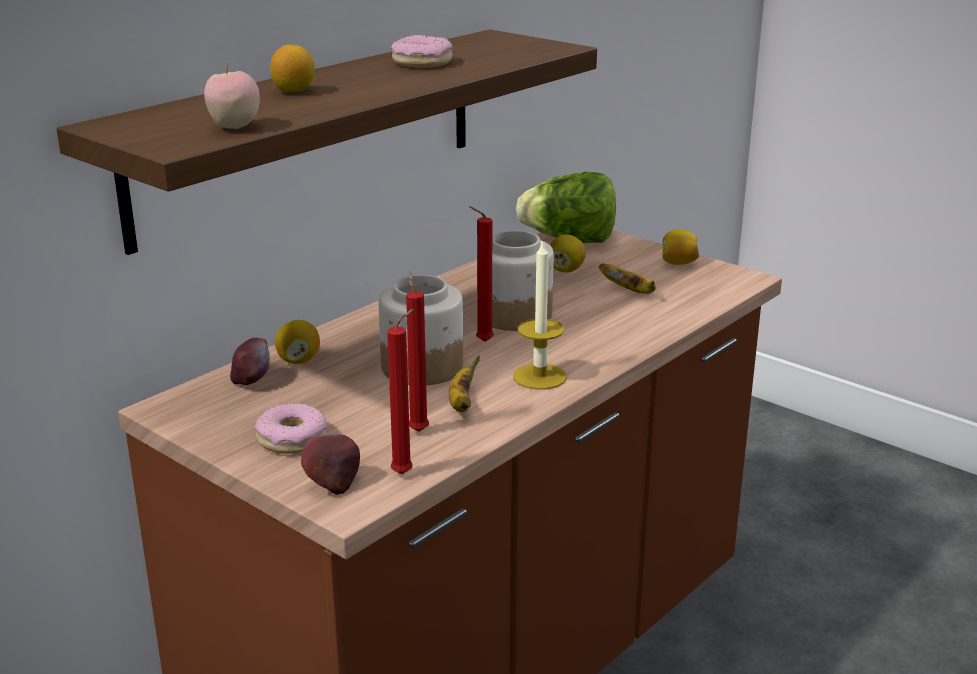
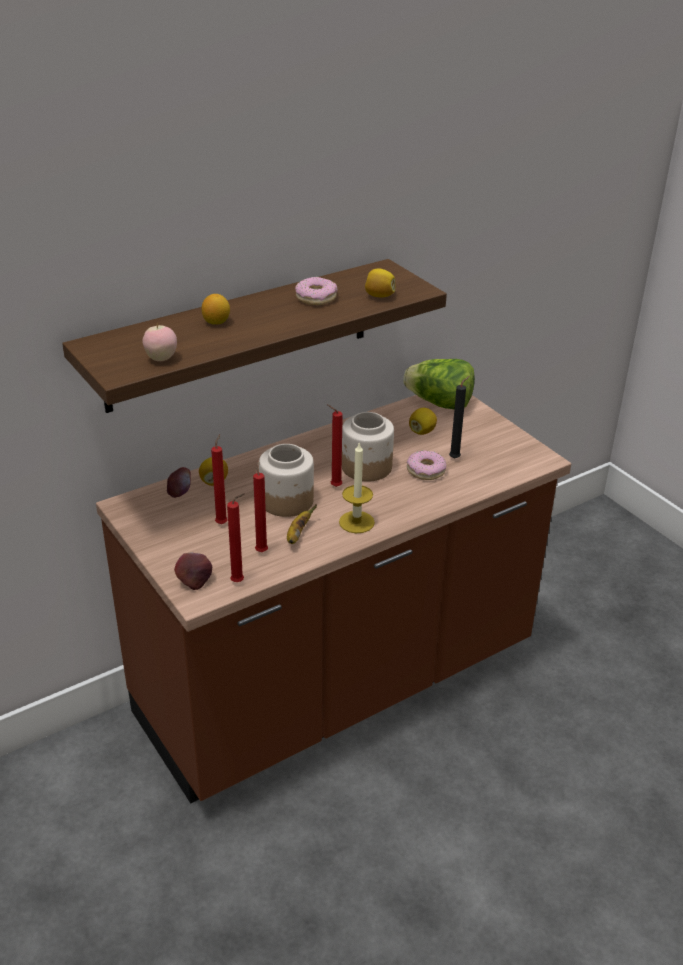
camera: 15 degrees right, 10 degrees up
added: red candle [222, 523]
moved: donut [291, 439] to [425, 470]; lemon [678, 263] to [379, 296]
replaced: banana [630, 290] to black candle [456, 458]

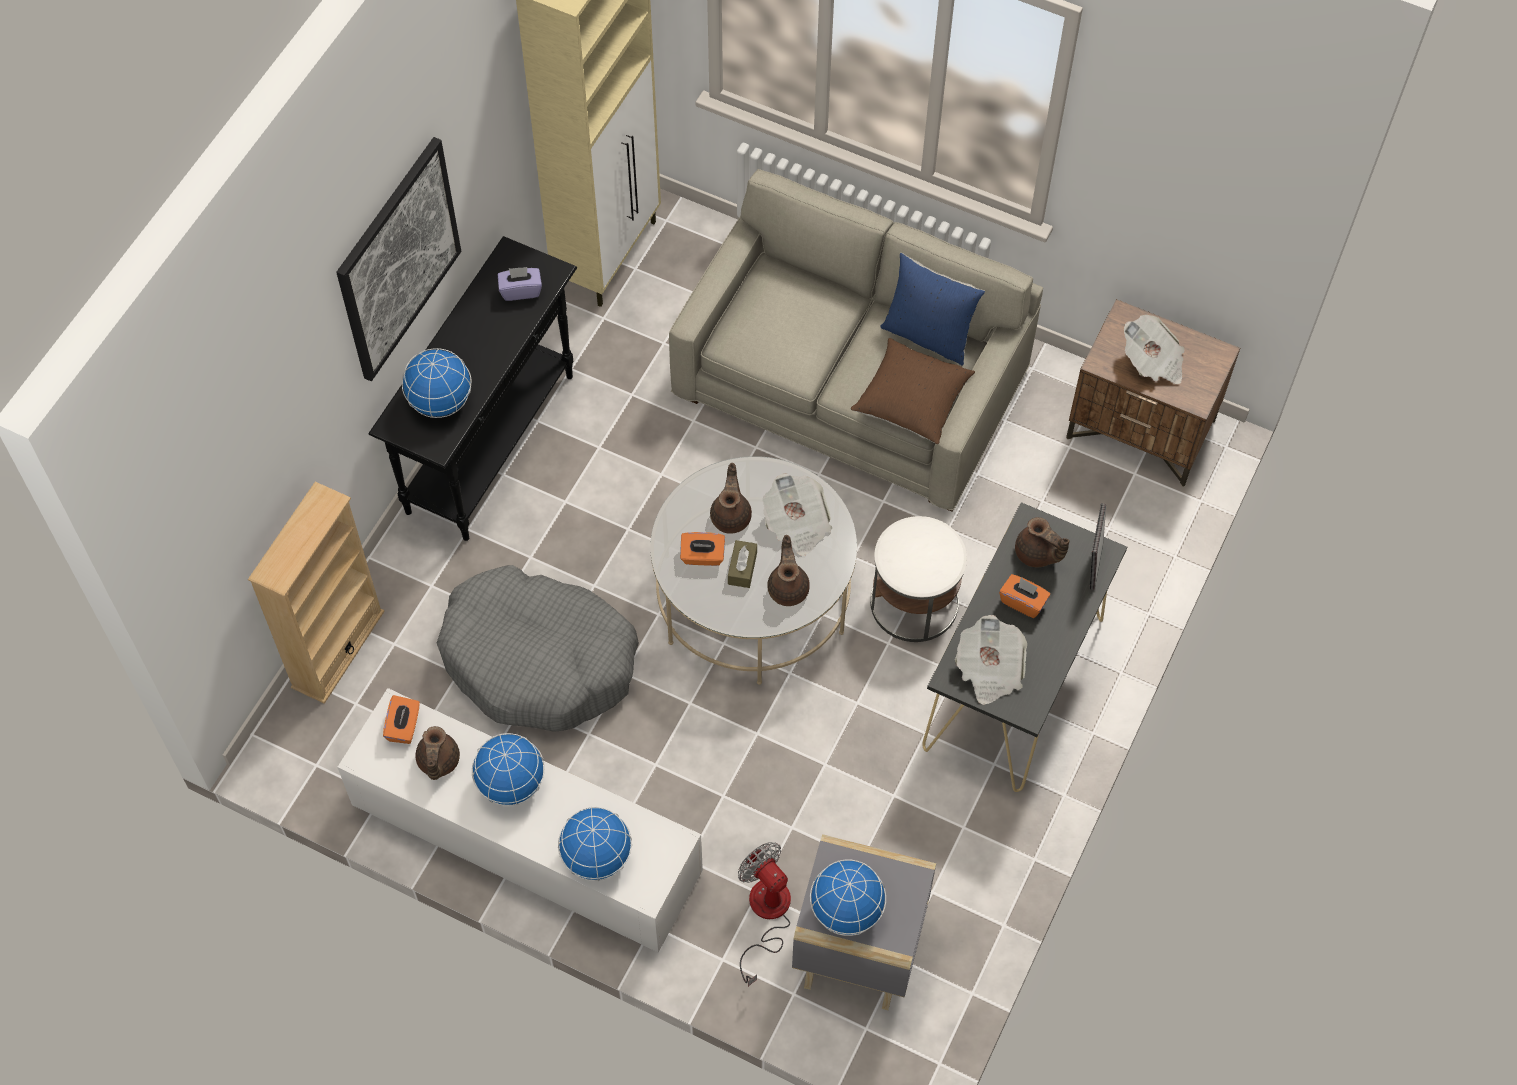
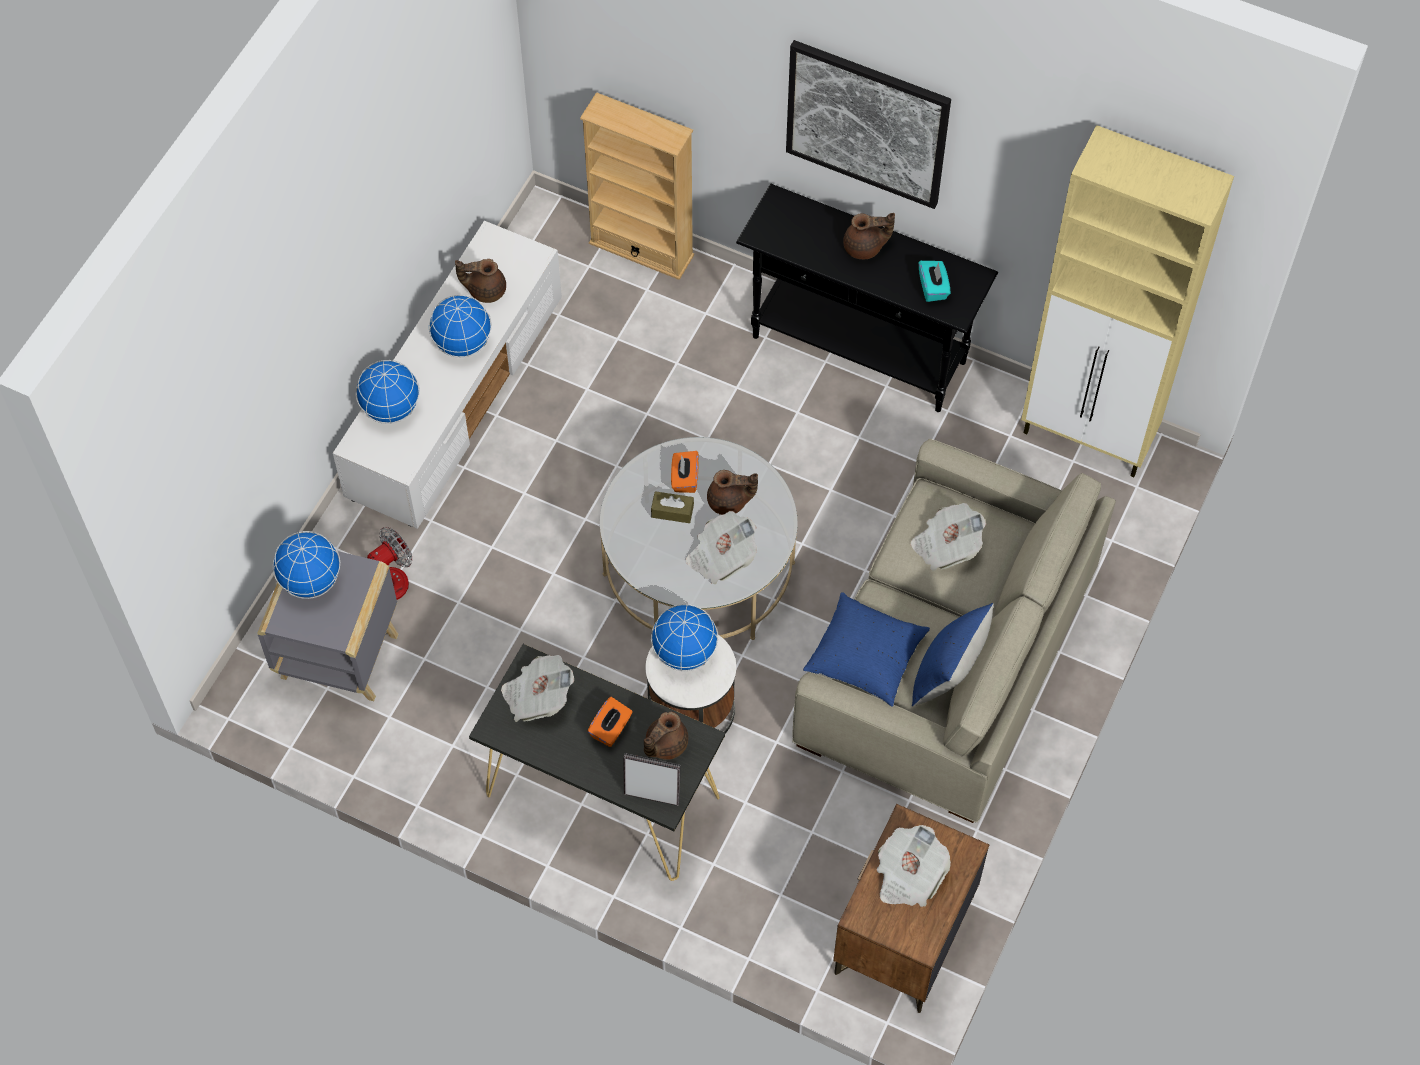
camera: 90 degrees right, 0 degrees up
removed: orange tissue box [404, 727]; grey dog bed [539, 660]
added: newspaper [946, 546]
moved: globe [440, 401] to [685, 652]; brown teapot [788, 588] to [865, 247]
recoloured: purple tissue box [521, 290] to turquoise tissue box [933, 288]; brown pillow [911, 402] to blue pillow [865, 658]

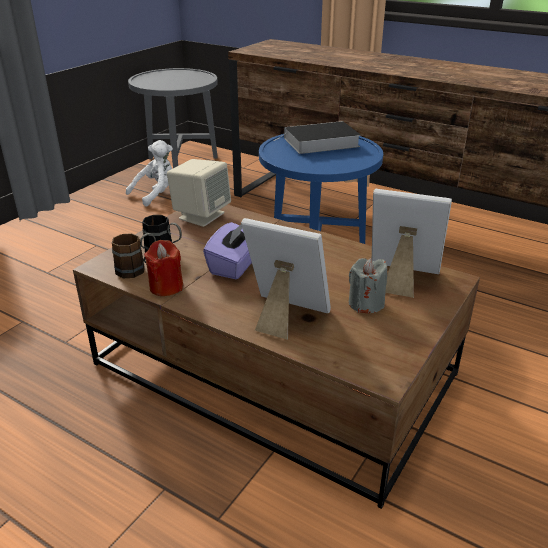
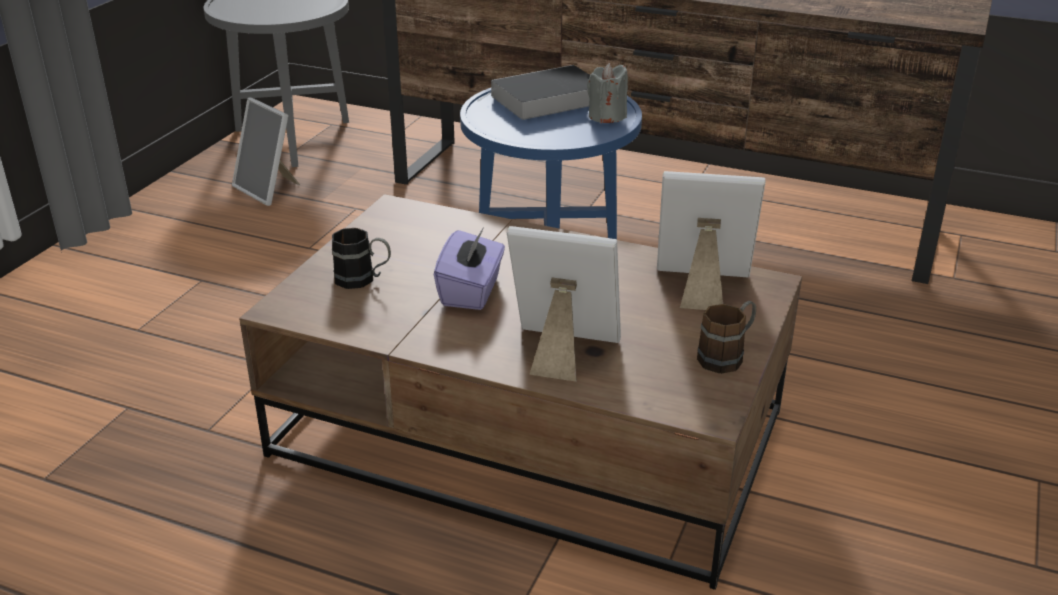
camera: 10 degrees left, 0 degrees up
removed: red candle [166, 287]; beige speaker [201, 215]
moved: brown mug [137, 269] to [727, 356]; grey candle [366, 304] to [607, 116]
replaced: white plush toy [156, 194] to picture frame [269, 190]

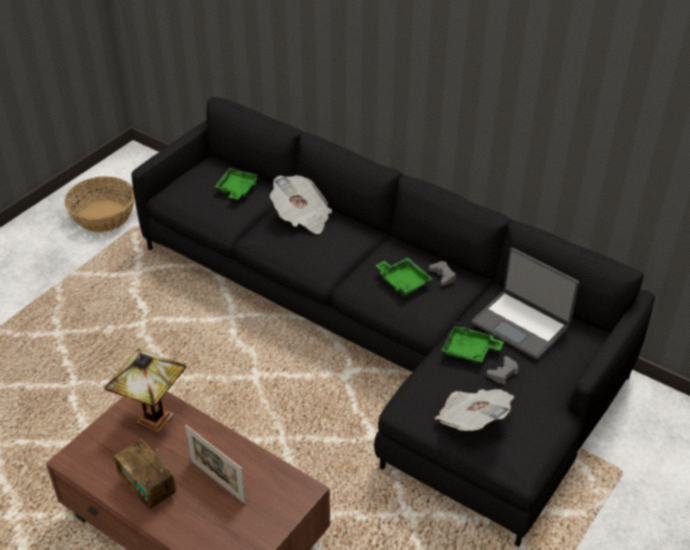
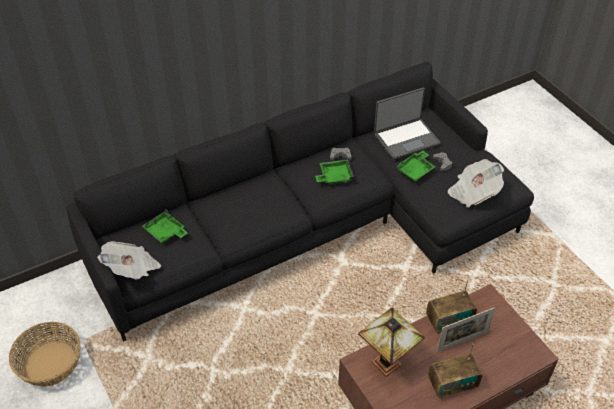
camera: 65 degrees left, 5 degrees up
added: radio [448, 321]
moved: newspaper [302, 217] to [132, 269]

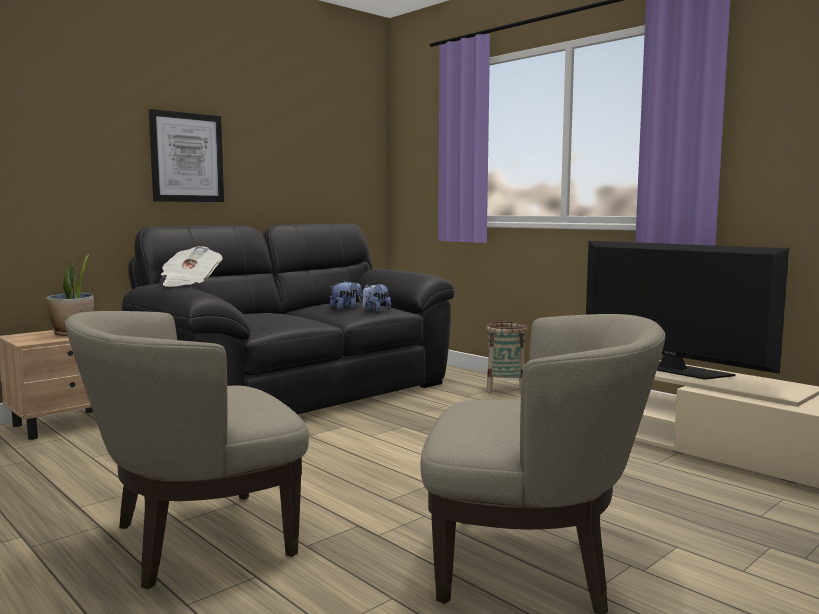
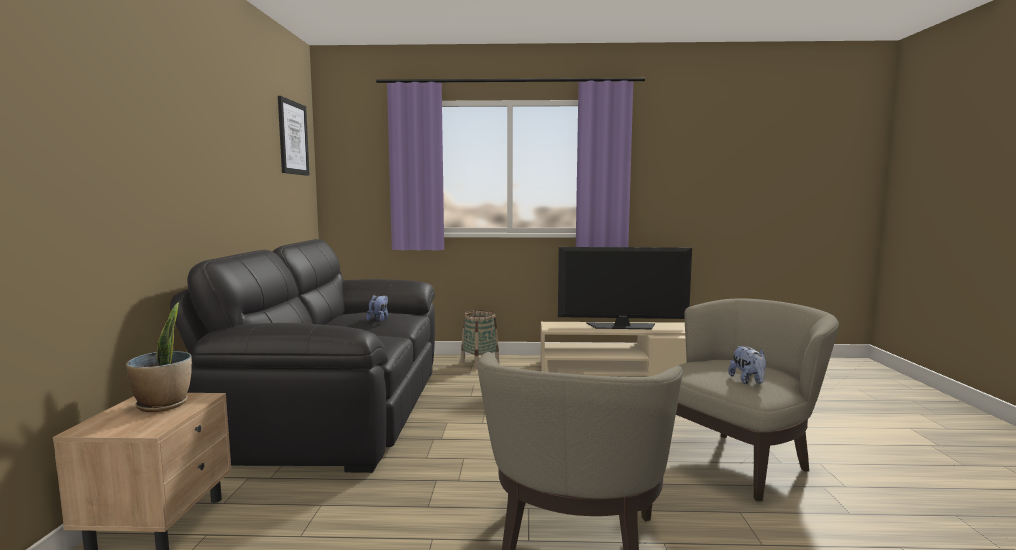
camera: 45 degrees left, 0 degrees up
removed: newspaper [189, 283]
moved: picture [187, 157] to [293, 138]; plush toy [375, 310] to [748, 381]

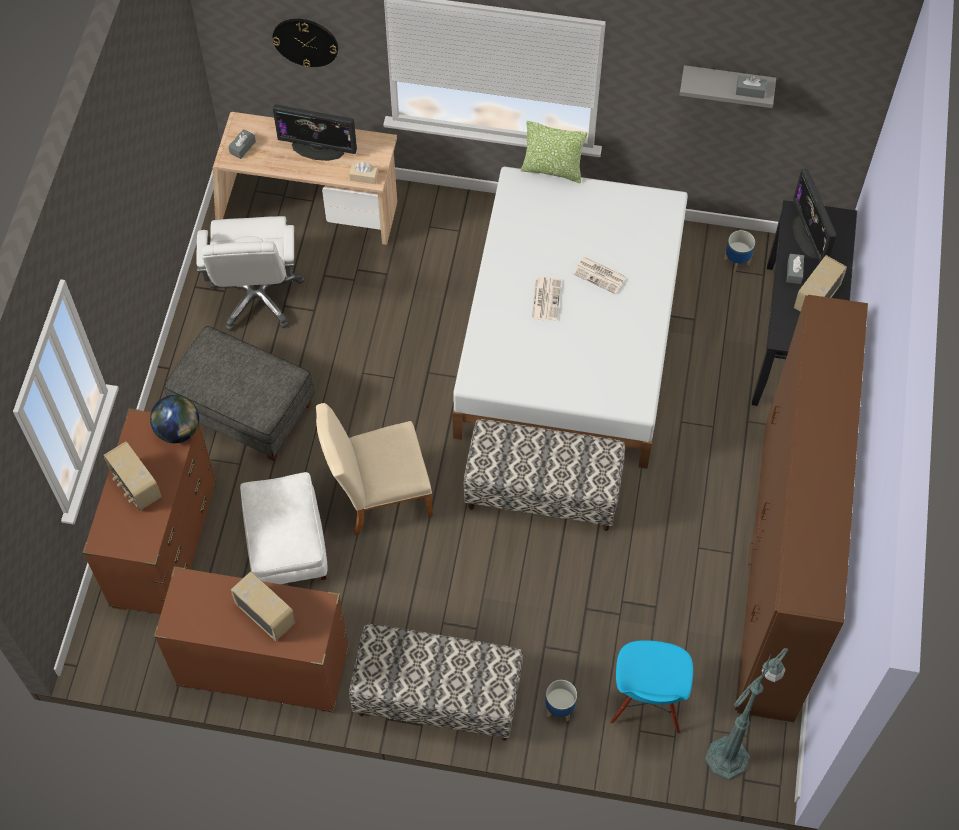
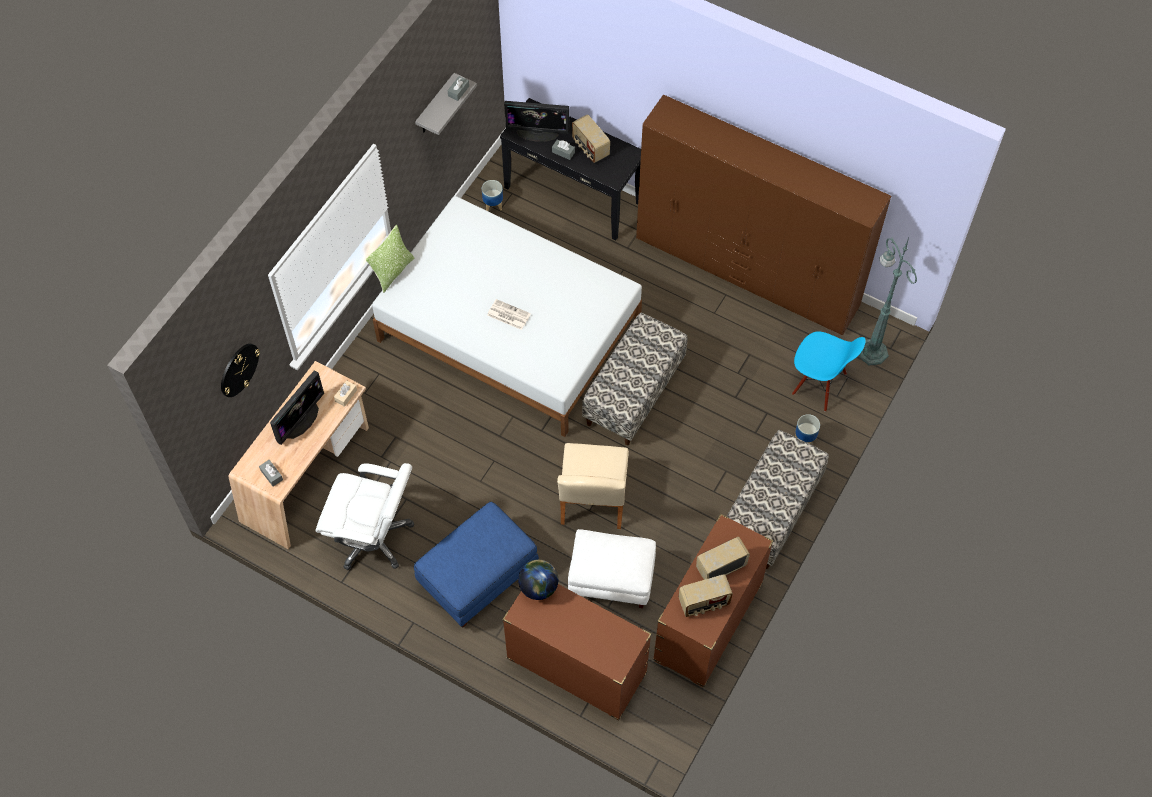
camera: 70 degrees left, 0 degrees up
removed: newspaper [600, 275]
moved: radio [136, 486] to [704, 603]
recoloured: grey ottoman [245, 409] to blue ottoman [477, 575]

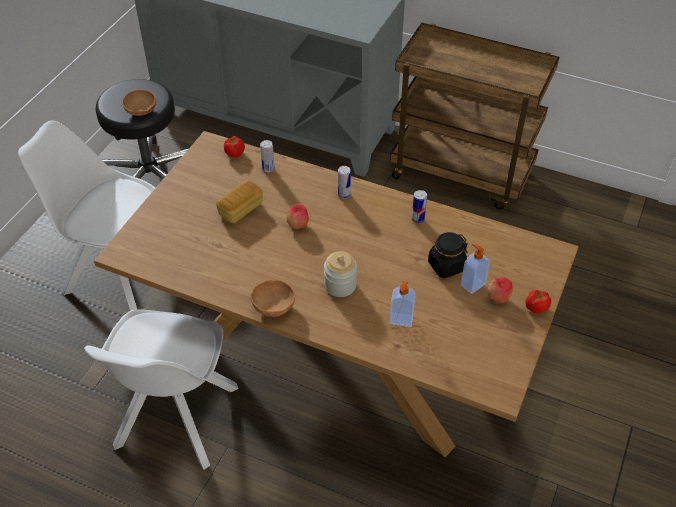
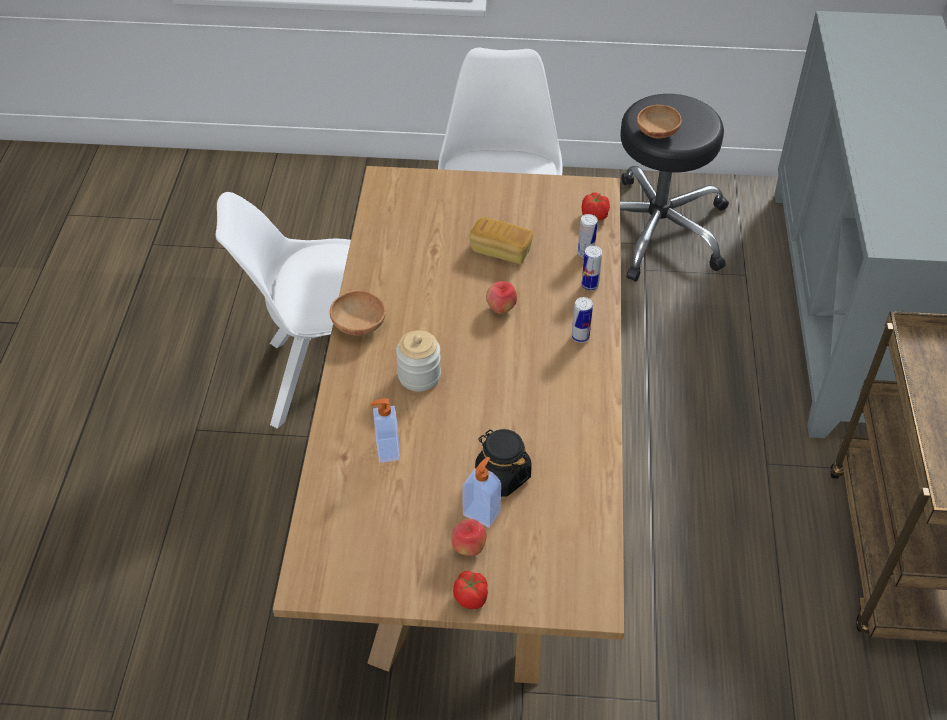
camera: 70 degrees right, 0 degrees up
moved: can [418, 219] to [590, 285]

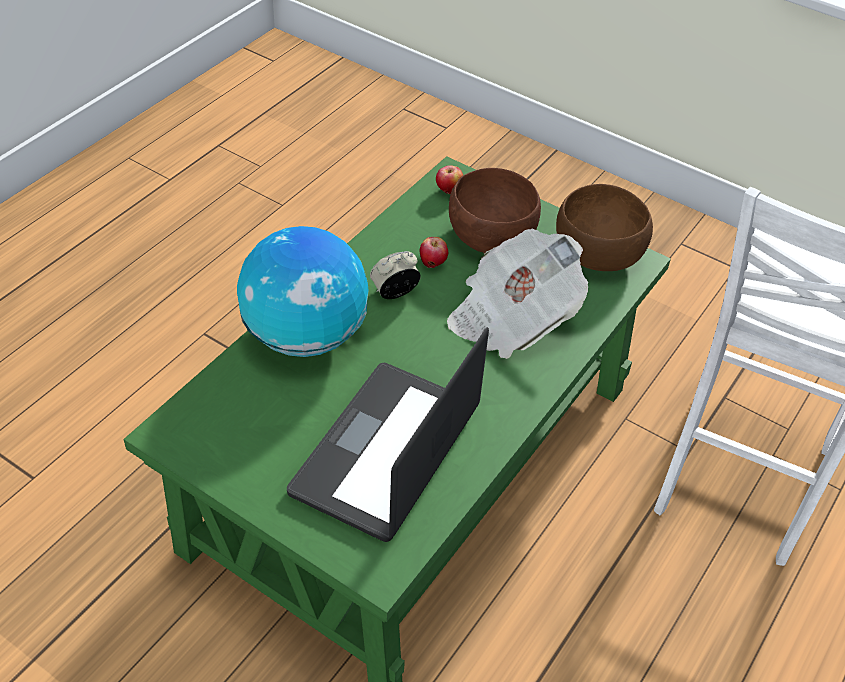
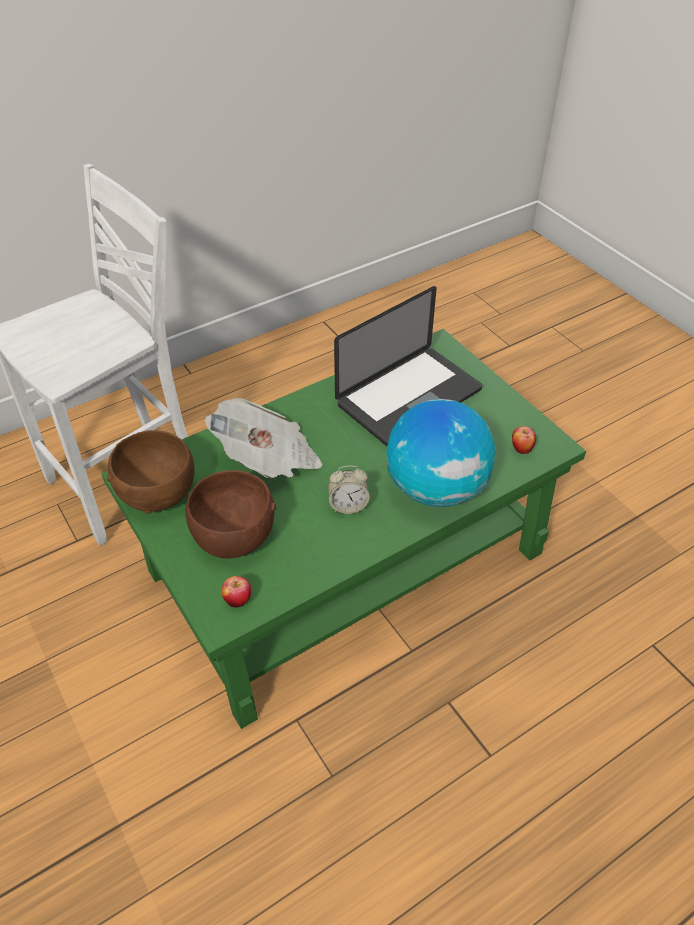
camera: 155 degrees left, 0 degrees up
moved: apple [433, 264] to [521, 449]

